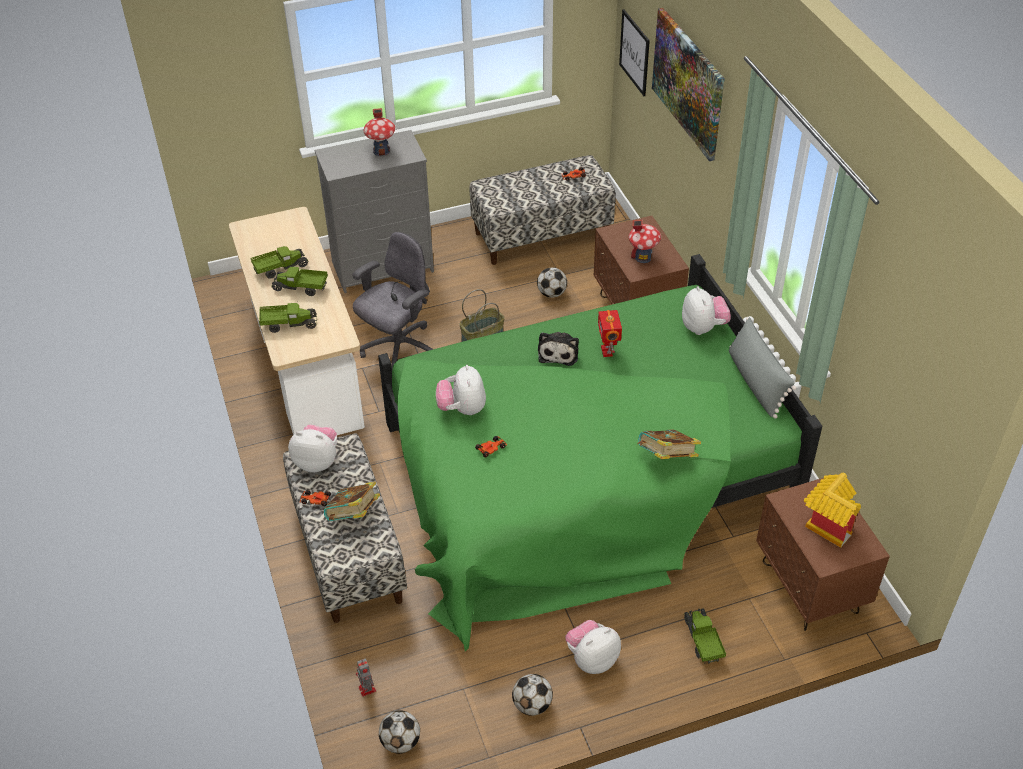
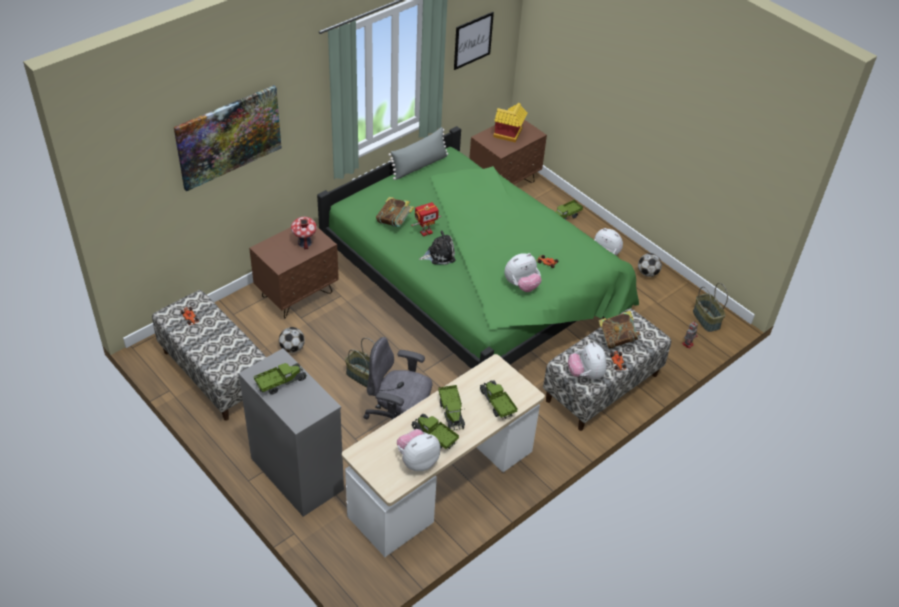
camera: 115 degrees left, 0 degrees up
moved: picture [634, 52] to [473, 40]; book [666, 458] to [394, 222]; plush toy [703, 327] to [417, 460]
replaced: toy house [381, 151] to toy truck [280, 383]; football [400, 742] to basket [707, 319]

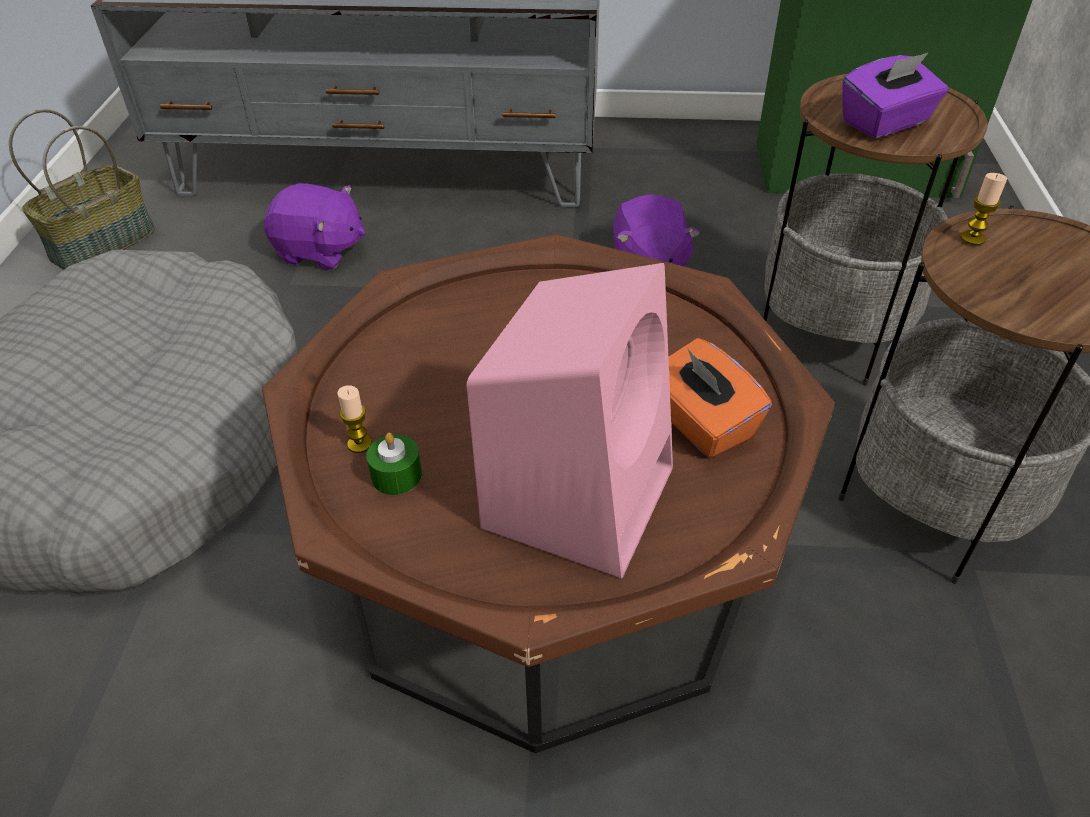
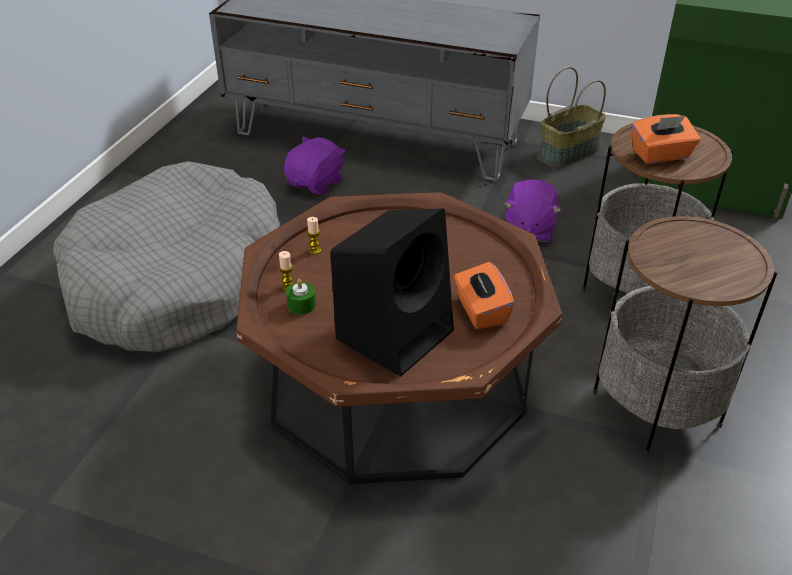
camera: 15 degrees right, 5 degrees down
moved: basket [103, 243] to [568, 152]; candle [972, 238] to [314, 250]
recoloured: pink speaker [579, 493] to black speaker [396, 332]; purple tissue box [885, 123] to orange tissue box [661, 155]
turned: purple plush toy [320, 251] = [316, 183] 90 degrees counterclockwise

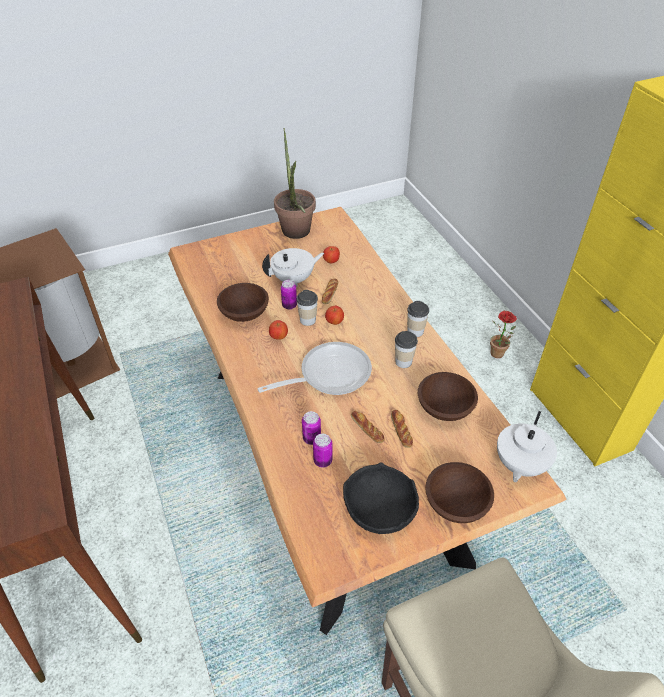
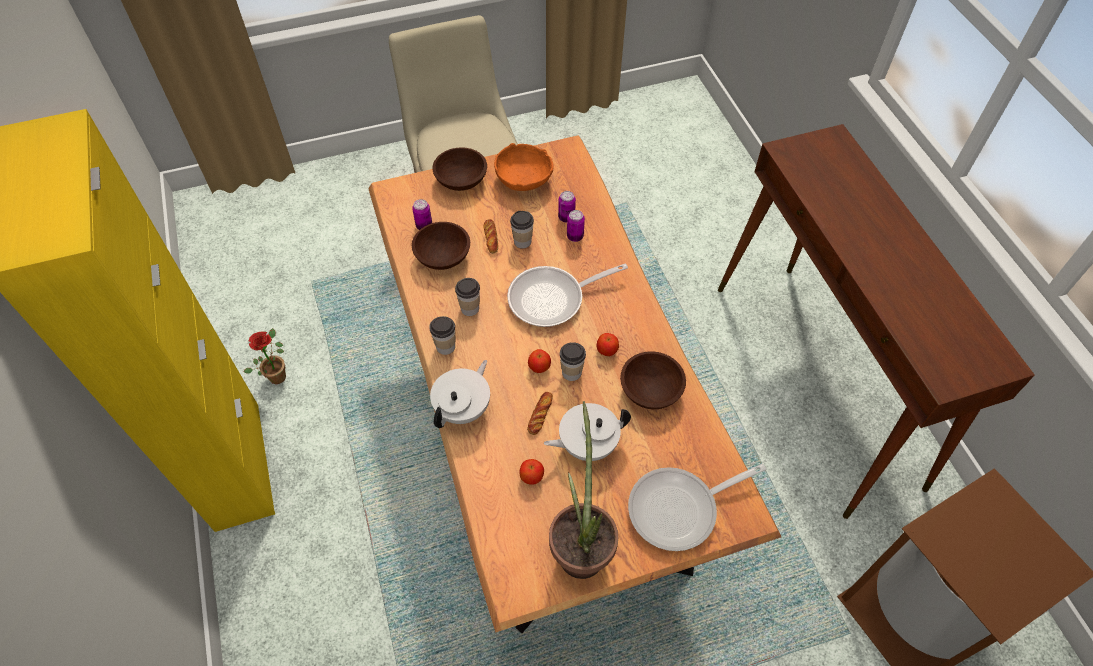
camera: 175 degrees left, 10 degrees up
added: frying pan [680, 509]
moved: can [289, 305] to [424, 226]; potted plant [498, 355] to [277, 374]; white teapot [519, 464] to [463, 408]
replaced: bread [367, 429] to cup [522, 242]
recoloured: black bowl [380, 511] to orange bowl [523, 179]

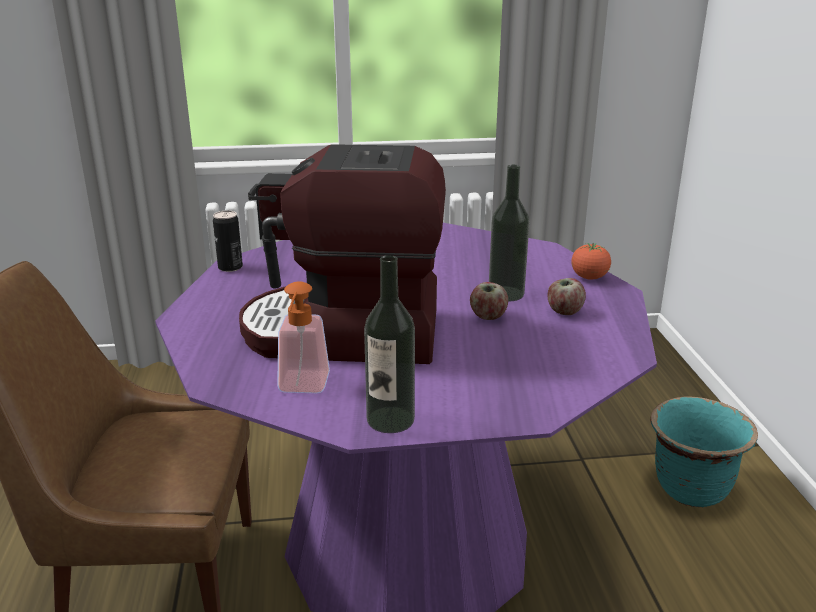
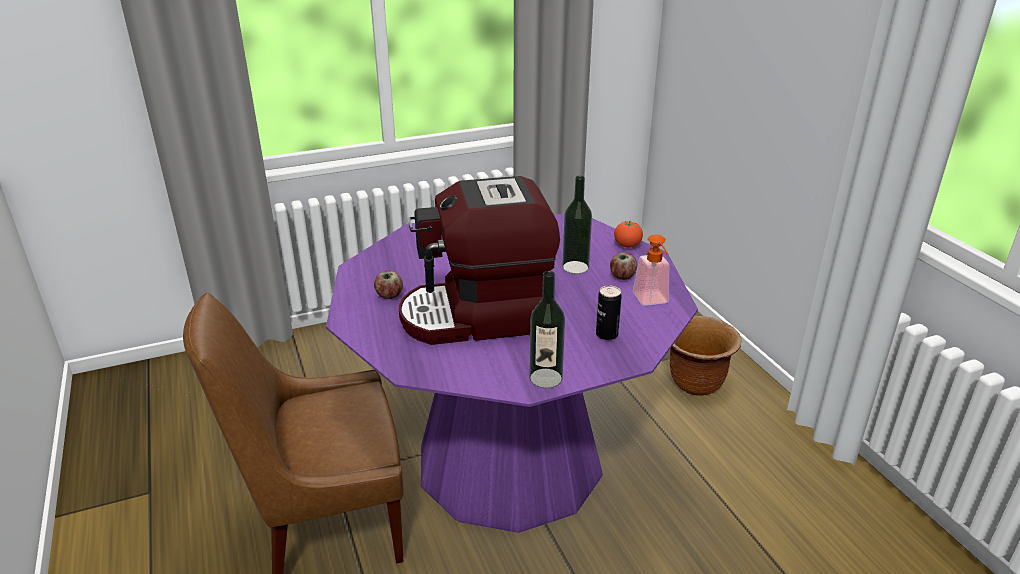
camera: 15 degrees left, 5 degrees up
moved: can [230, 267] to [606, 334]; soap dispenser [302, 388] to [652, 301]; apple [488, 316] to [389, 296]
recoloured: turquoise planter [691, 490] to brown planter [696, 384]

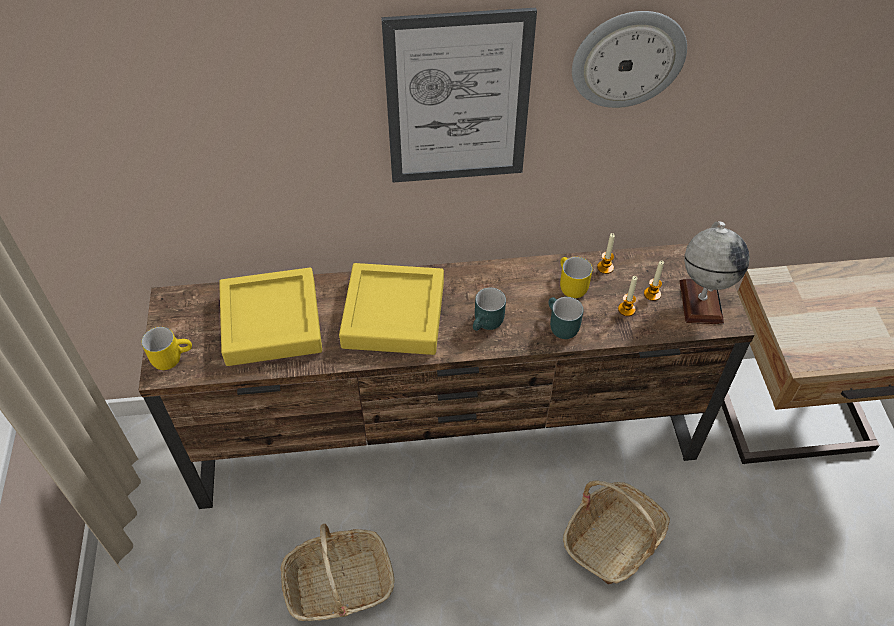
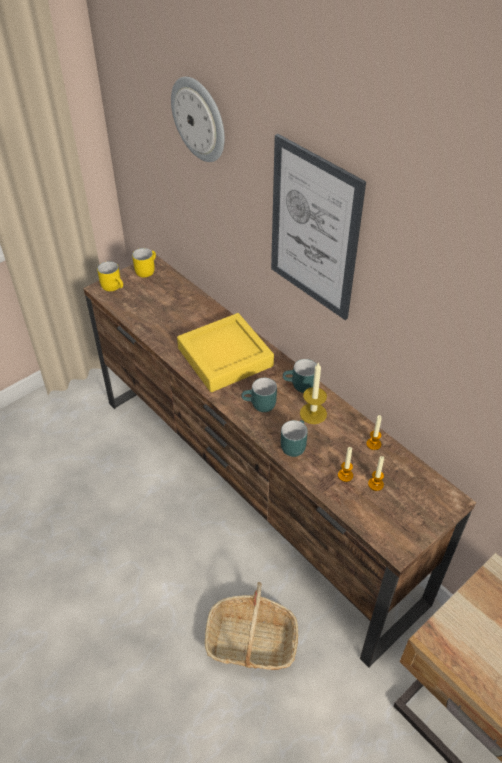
camera: 55 degrees right, 5 degrees down
removed: yellow tray [271, 322]; basket [339, 585]; globe [700, 301]
added: turquoise mug [300, 386]; candle [313, 413]
moved: yellow mug [569, 286] to [145, 270]; wall clock [628, 58] to [199, 119]

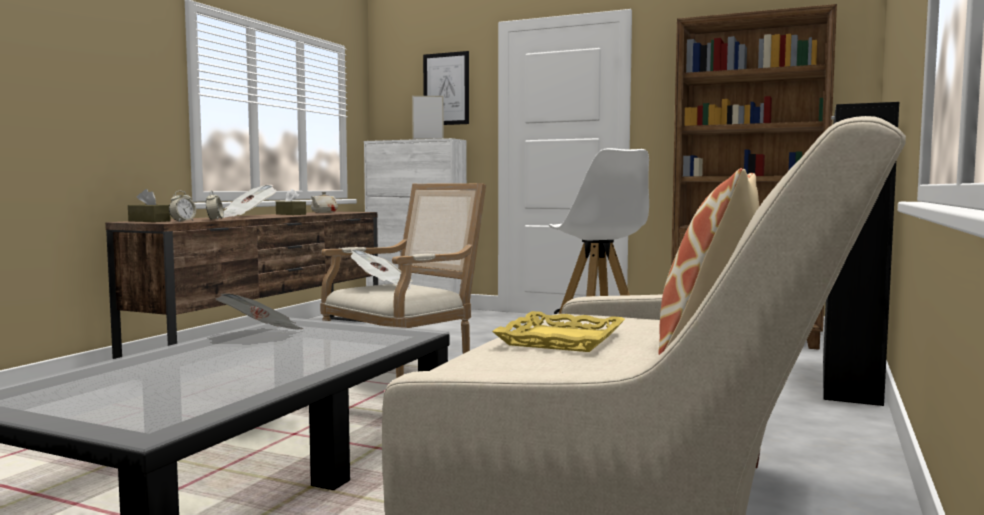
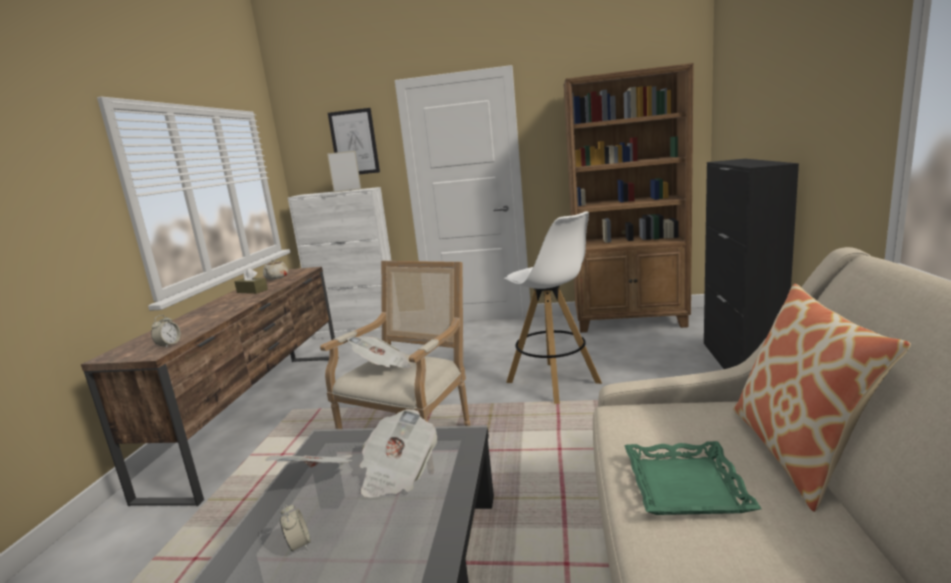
camera: 15 degrees left, 10 degrees up
removed: brown tissue box [149, 221]
moved: alarm clock [215, 219] to [298, 545]; newspaper [246, 217] to [397, 473]
recoloured: yellow tray [560, 339] to green tray [684, 485]

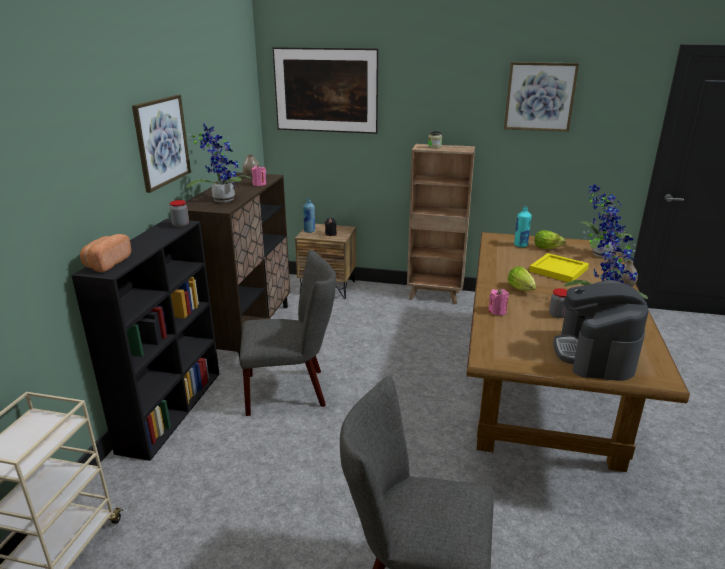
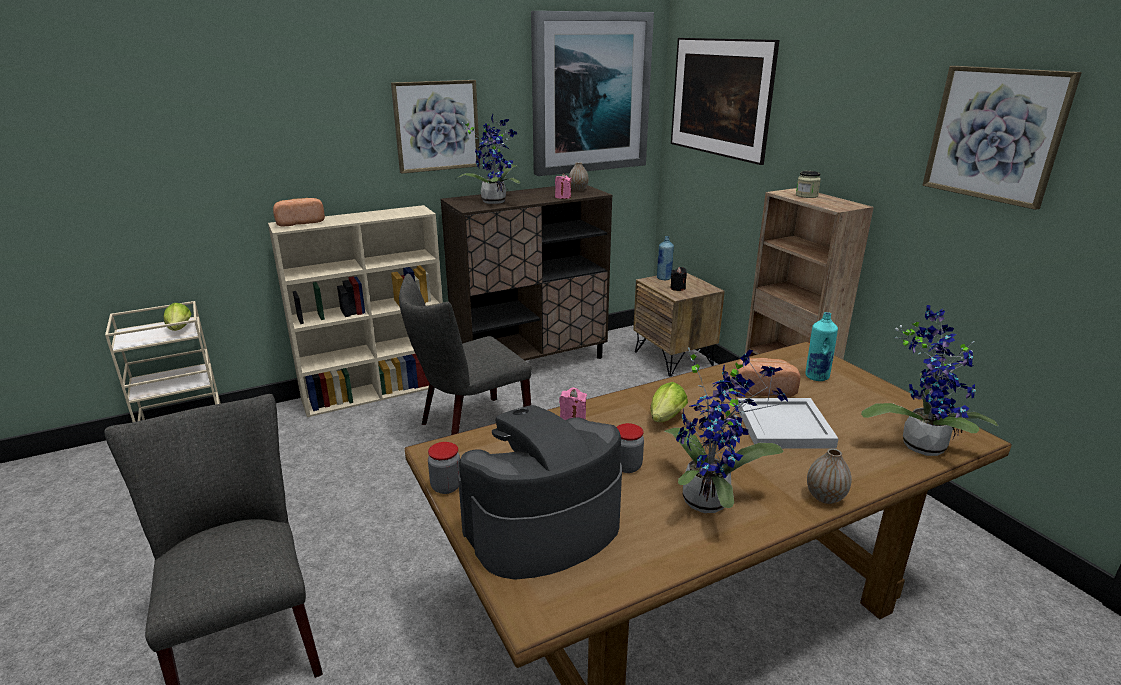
camera: 50 degrees right, 0 degrees up
added: picture [590, 93]; bread [761, 389]
moved: jar [181, 225] to [446, 486]; lettuce [548, 248] to [179, 330]
recoloured: black bookcase [172, 409] to beige bookcase [378, 391]; yellow tray [559, 270] to white tray [785, 427]
turned: grey chair [291, 390] = [469, 428] 105 degrees clockwise

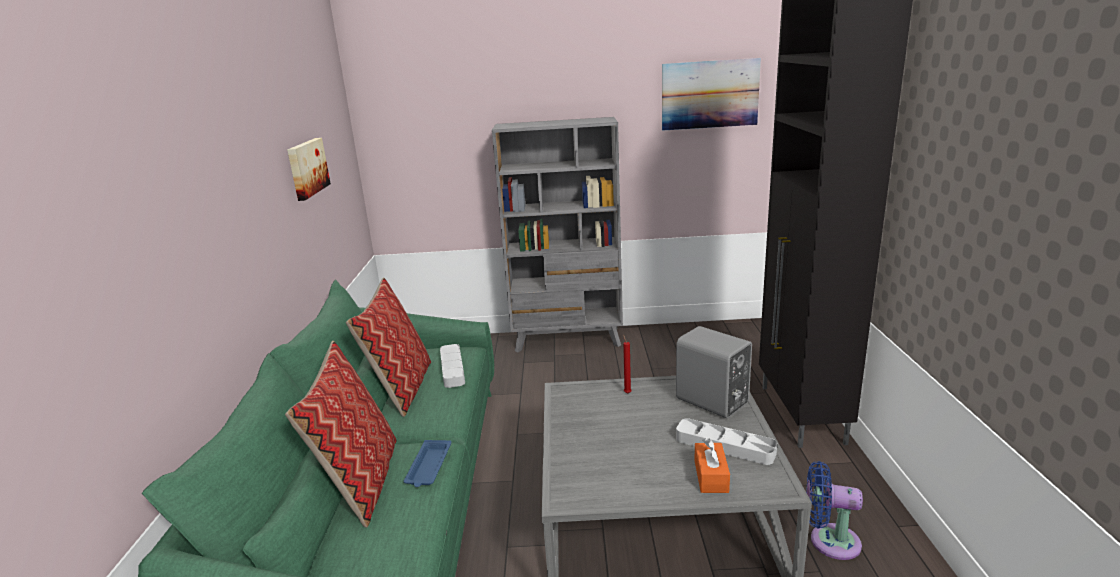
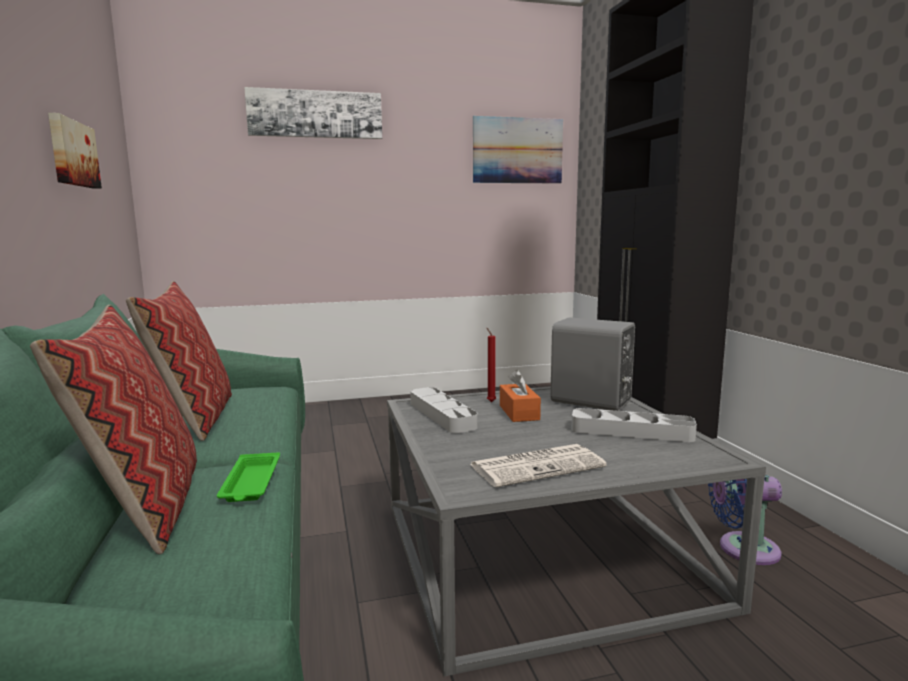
camera: 15 degrees left, 10 degrees down
removed: grey bookcase [568, 340]
added: picture [315, 114]; newspaper [538, 466]
moved: grey tray [452, 369] to [442, 415]; orange tissue box [711, 476] to [519, 412]
recoloured: blue tray [428, 467] to green tray [251, 483]

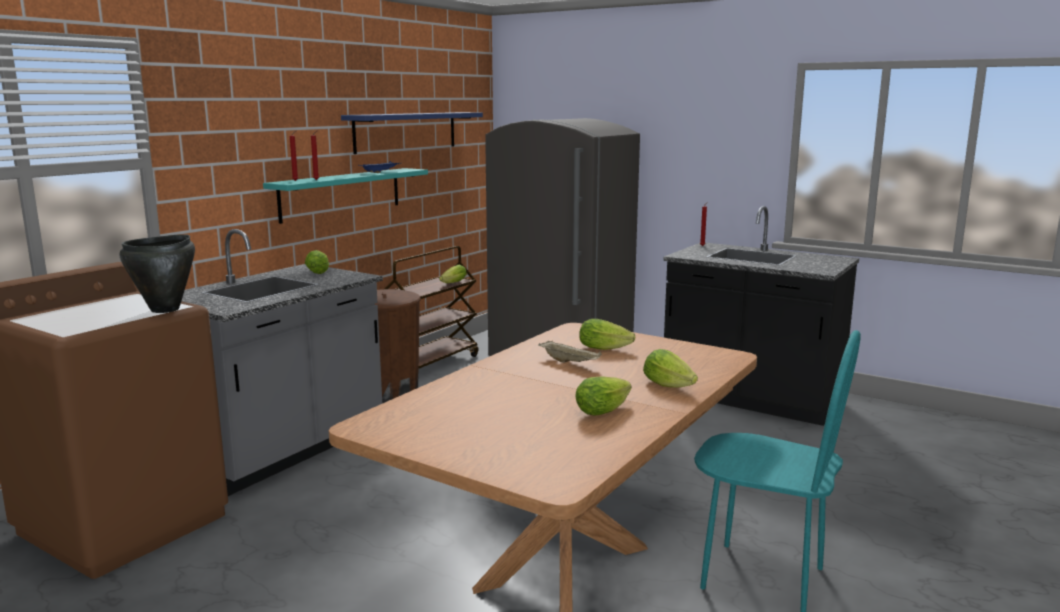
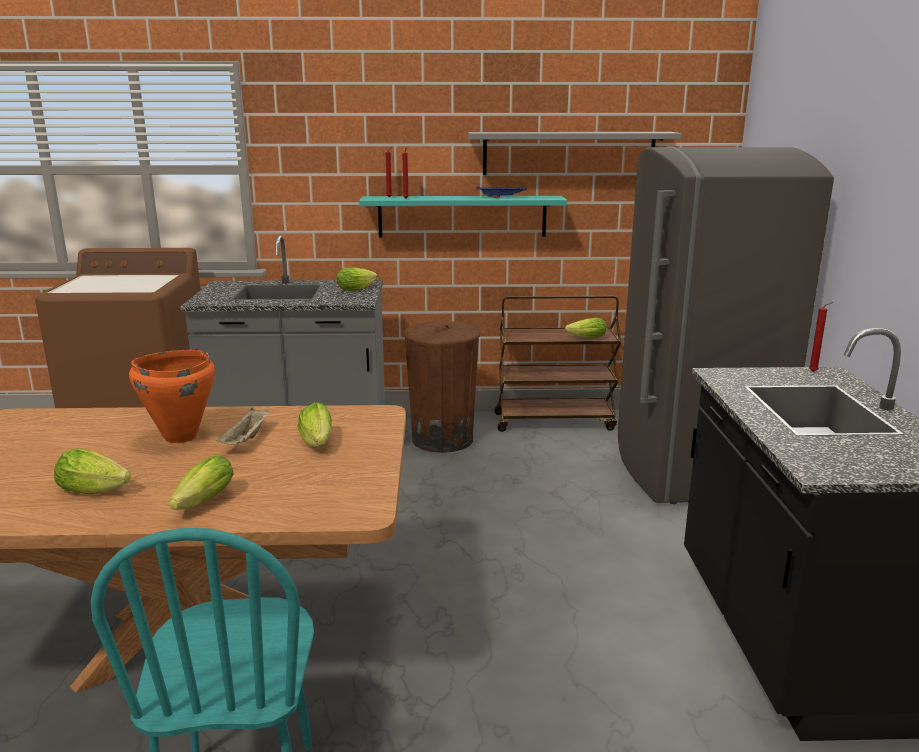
camera: 55 degrees right, 5 degrees up
removed: black cooking pot [165, 309]
added: orange cooking pot [180, 437]
recoloured: blue shelf [406, 131] to grey shelf [568, 153]

